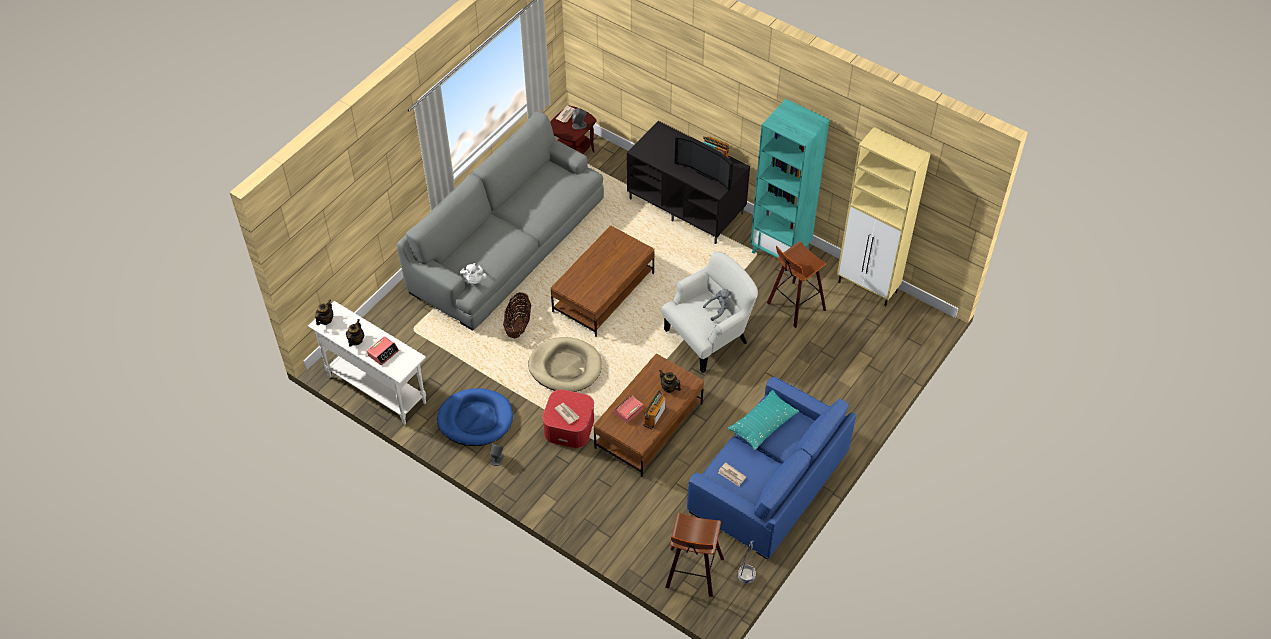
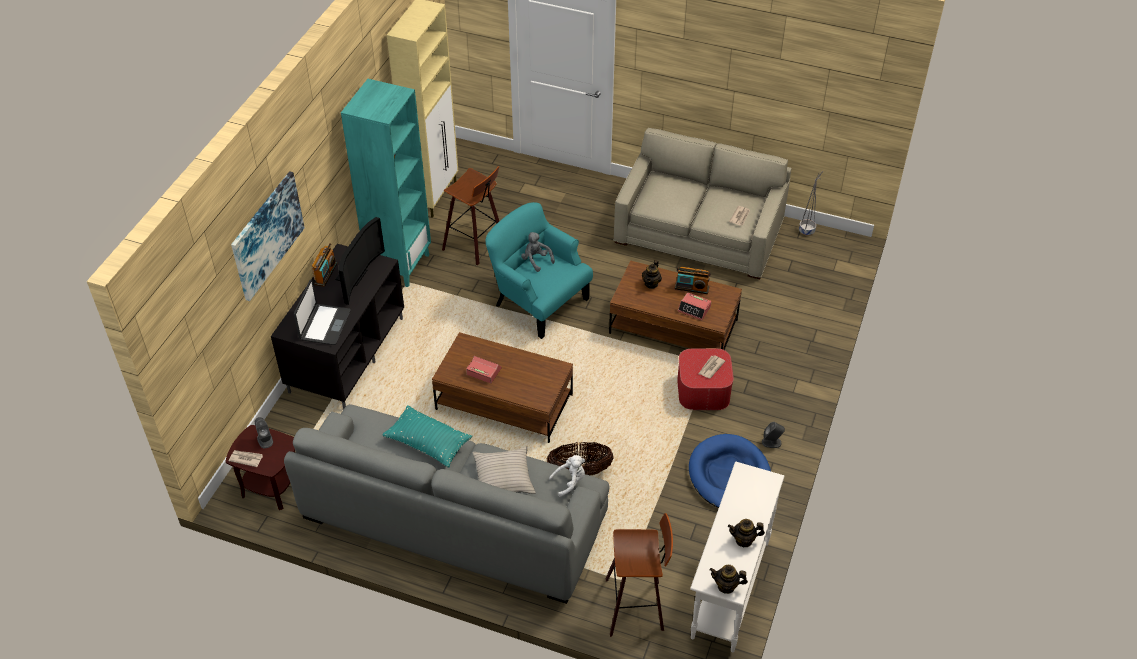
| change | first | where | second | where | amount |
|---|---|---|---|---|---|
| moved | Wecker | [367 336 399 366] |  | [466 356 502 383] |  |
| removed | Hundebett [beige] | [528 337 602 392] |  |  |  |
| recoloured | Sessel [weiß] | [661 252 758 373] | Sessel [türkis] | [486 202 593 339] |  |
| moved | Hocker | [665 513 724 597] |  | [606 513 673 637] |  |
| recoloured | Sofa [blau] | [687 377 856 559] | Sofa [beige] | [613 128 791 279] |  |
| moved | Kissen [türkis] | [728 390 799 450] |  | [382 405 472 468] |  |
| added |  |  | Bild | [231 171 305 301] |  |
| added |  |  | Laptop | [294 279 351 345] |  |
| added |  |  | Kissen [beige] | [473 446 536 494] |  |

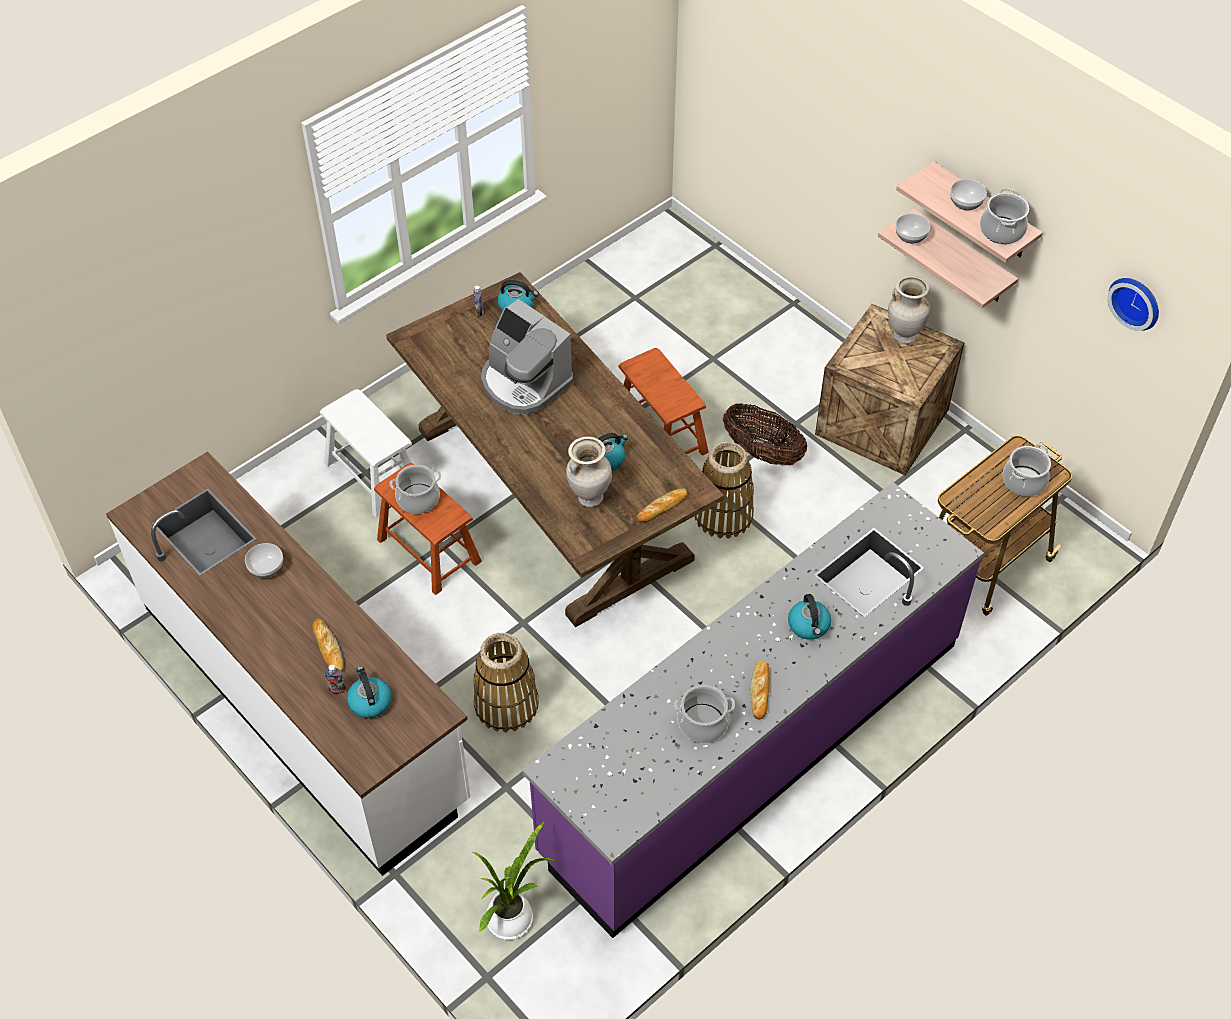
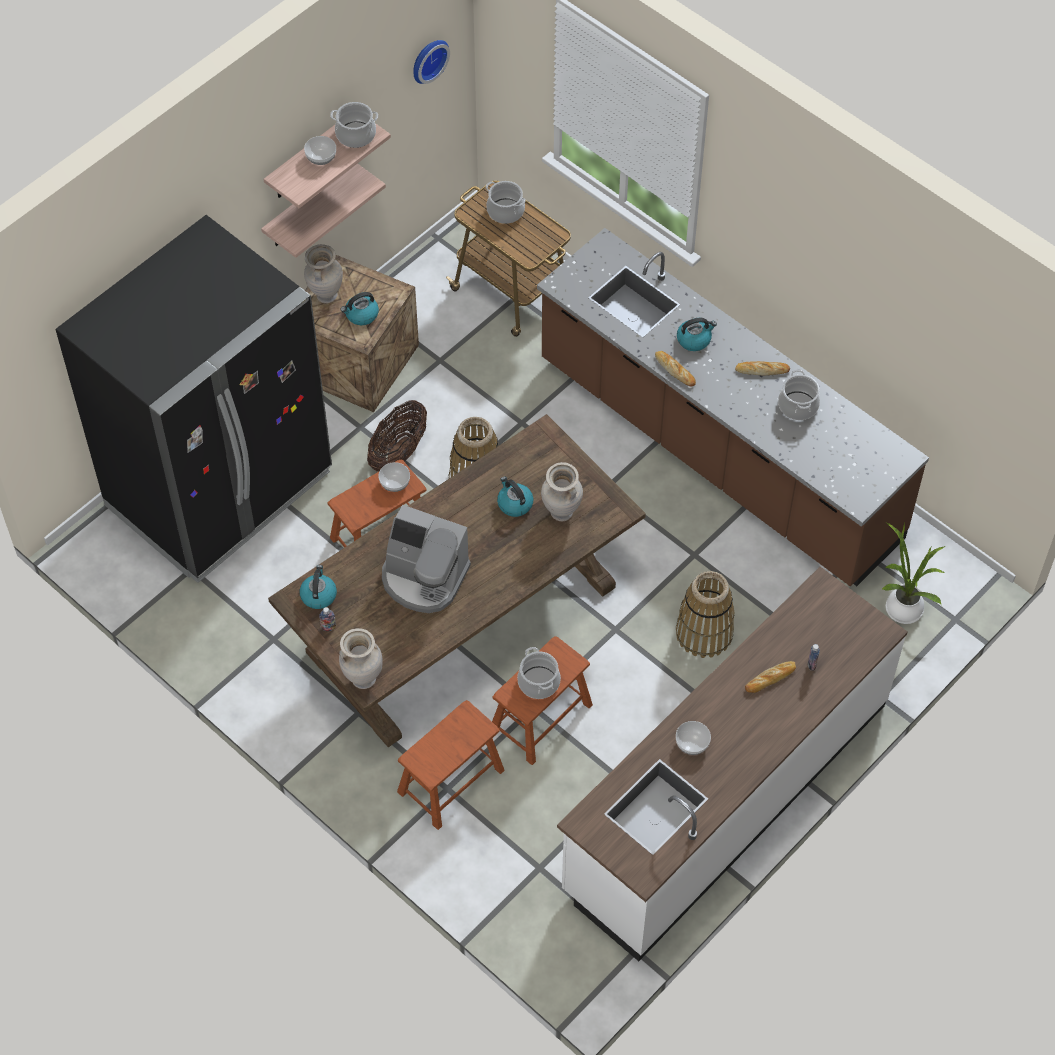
| change | first | where | second | where | amount |
|---|---|---|---|---|---|
| recoloured | Hocker [weiß] | [320 389 412 517] | Hocker [braun] | [397 700 504 830] |  |
| moved | Wasserkessel | [347 666 391 718] |  | [341 292 379 325] |  |
| turned | Kaffeemaschine | [481 299 573 415] |  | [382 505 471 613] | 75 degrees clockwise |
| recoloured | Küchenzeile [lila] | [522 482 984 938] | Küchenzeile [braun] | [537 228 929 586] |  |
| moved | Brot | [636 489 687 522] |  | [655 351 696 387] |  |
| moved | Schüssel | [895 214 930 244] |  | [378 462 410 492] |  |
| added |  |  | Kühlschrank [schwarz] | [55 215 332 583] |  |
| added |  |  | Vase [beige] | [339 628 383 689] |  |

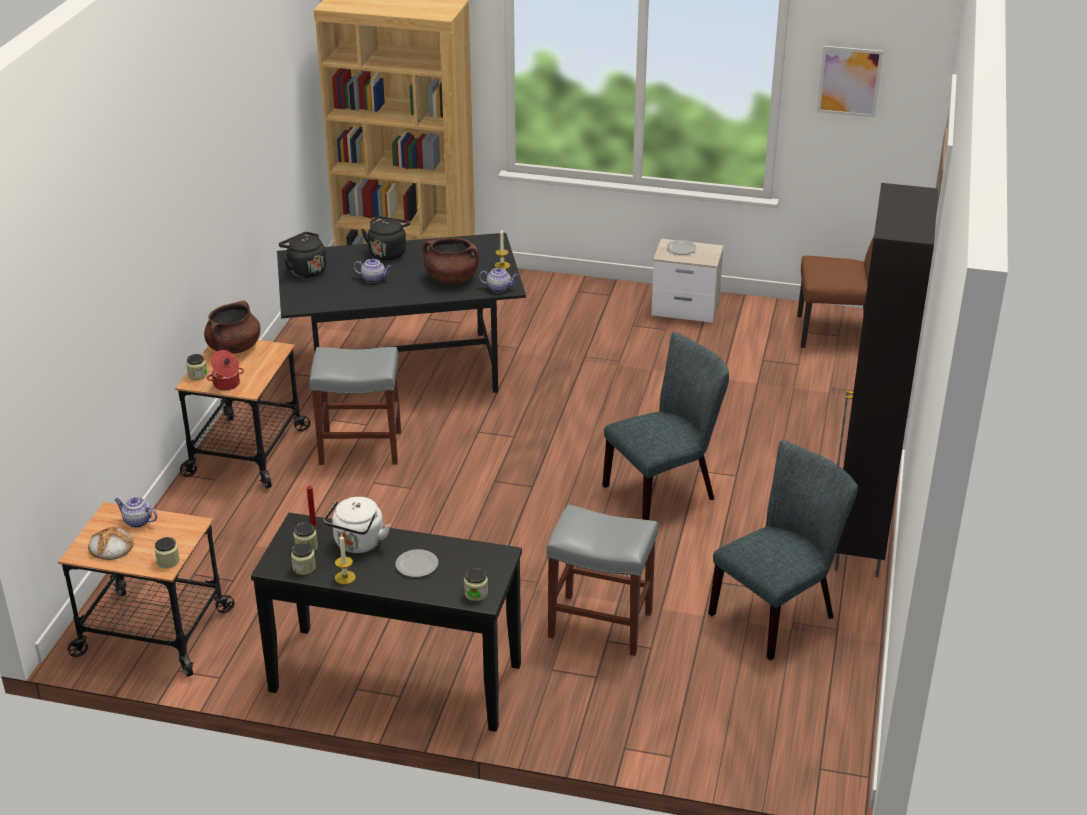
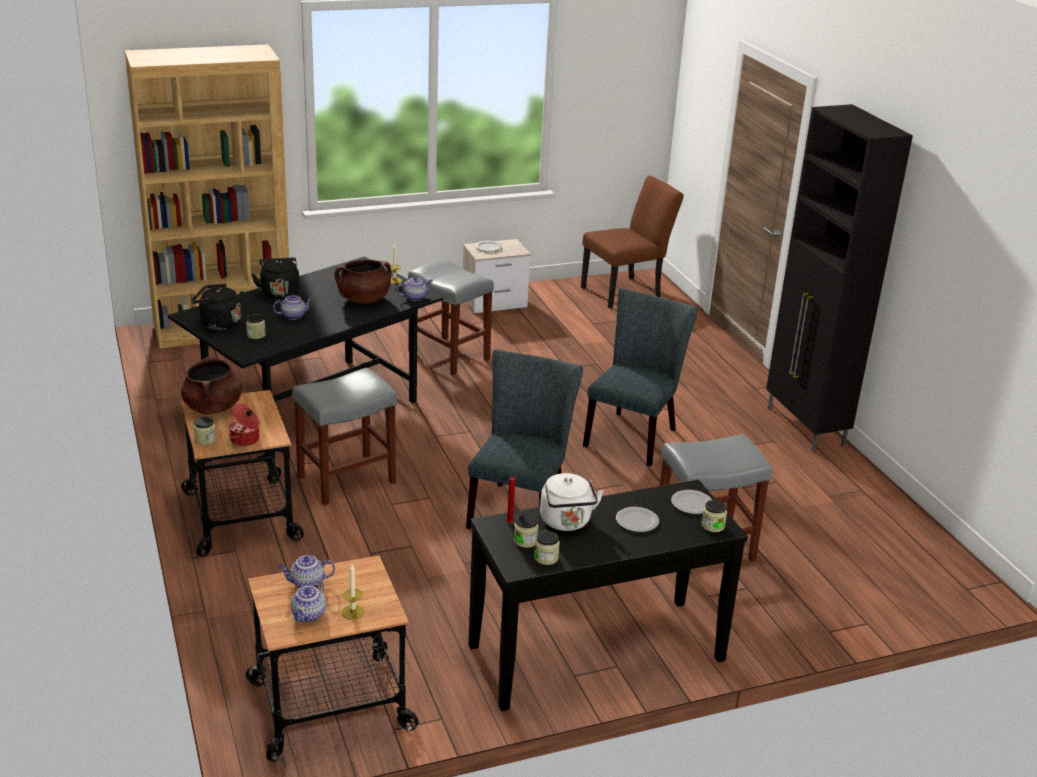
| change | first | where | second | where | amount |
|---|---|---|---|---|---|
| replaced | Brot | [88 527 133 560] | Teekanne | [291 580 326 622] |  |
| moved | Vorratsglas | [155 537 180 568] |  | [246 314 266 339] |  |
| moved | Kerze | [335 534 356 584] |  | [342 564 364 620] |  |
| moved | Stuhl [grau] | [708 440 858 661] |  | [466 349 583 529] |  |
| removed | Bild | [817 46 883 118] |  |  |  |
| added |  |  | Hocker [grau] | [408 259 494 375] |  |
| added |  |  | Teller | [671 490 712 514] |  |

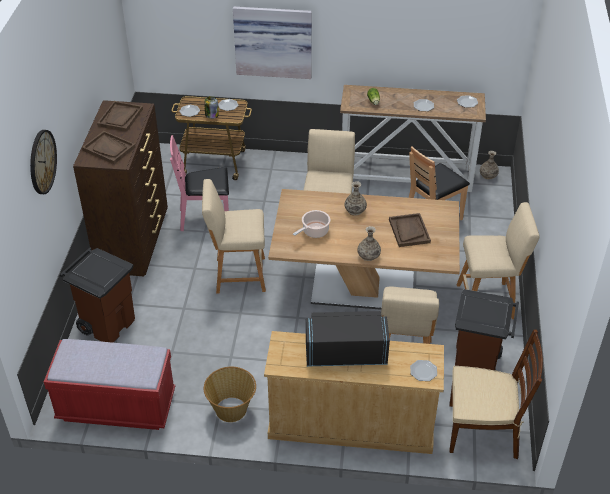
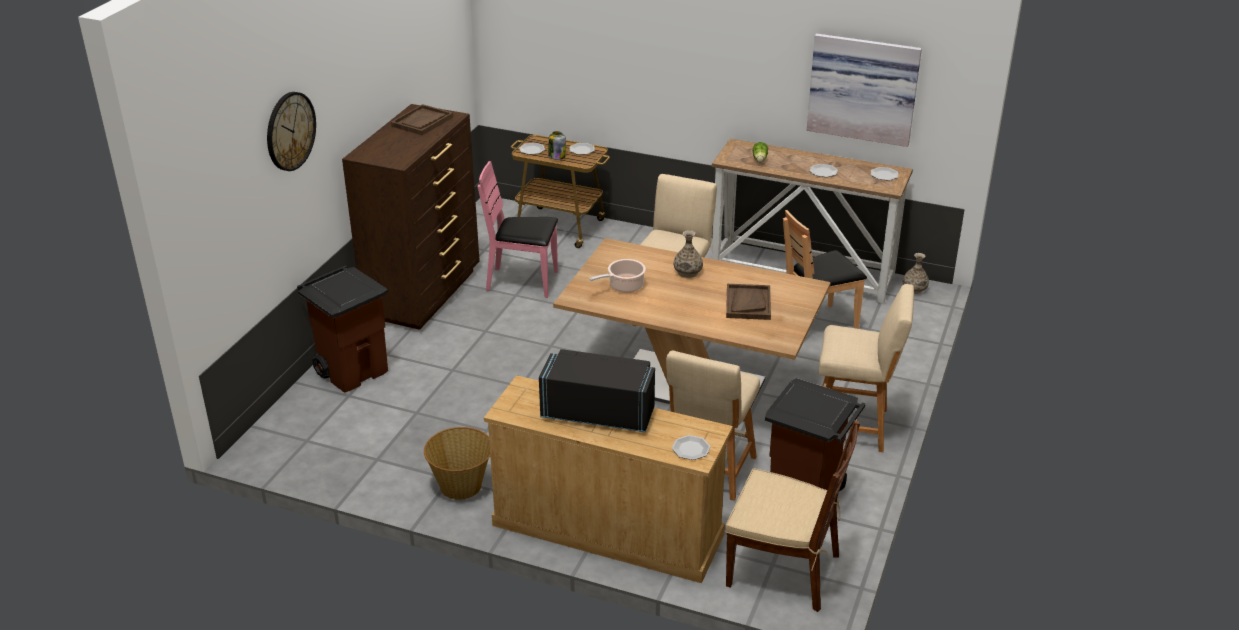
| change | first | where | second | where | amount |
|---|---|---|---|---|---|
| removed | Bank [rot] | [44 339 175 430] |  |  |  |
| removed | Tablett [braun] | [82 131 135 164] |  |  |  |
| removed | Hocker [beige] | [202 179 266 294] |  |  |  |
| moved | Bild | [233 7 312 79] |  | [807 34 922 147] |  |
| removed | Vase | [357 226 381 261] |  |  |  |

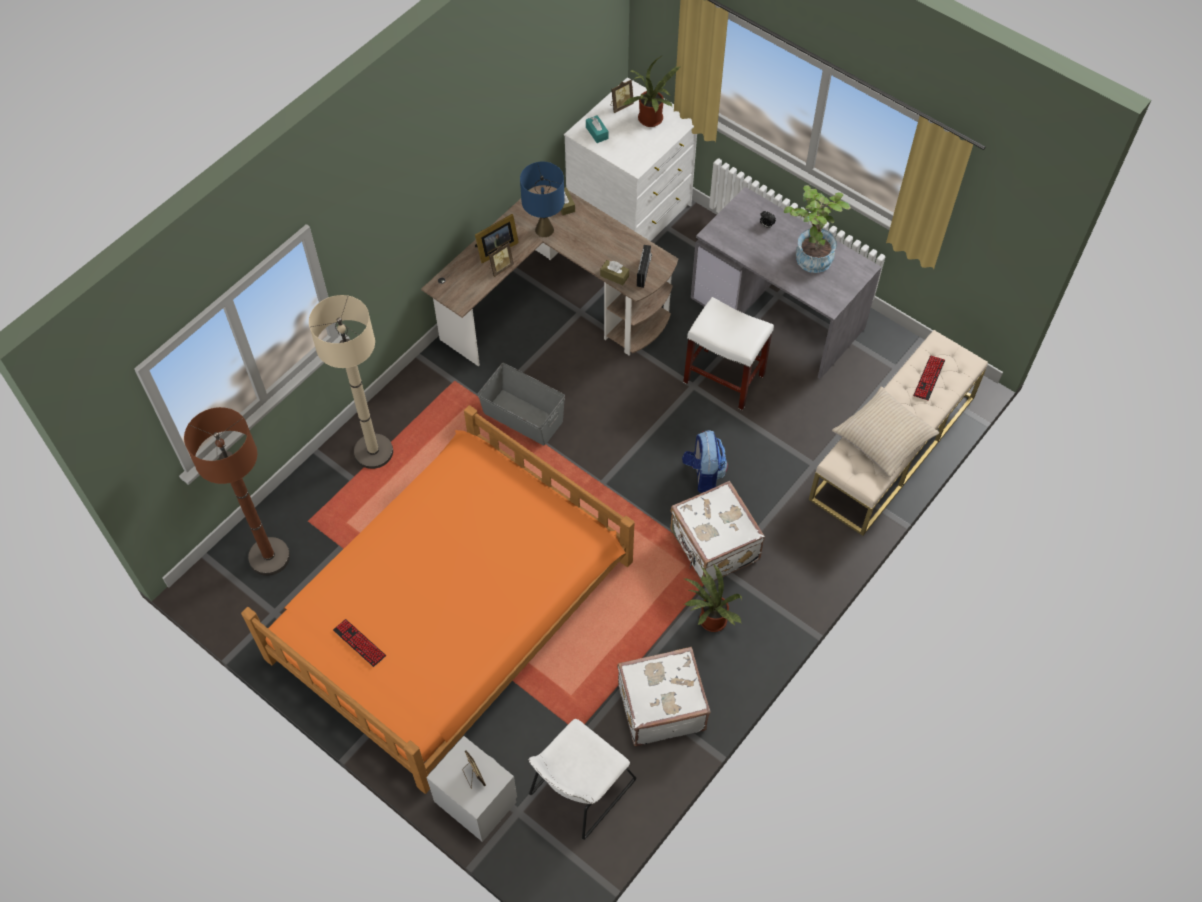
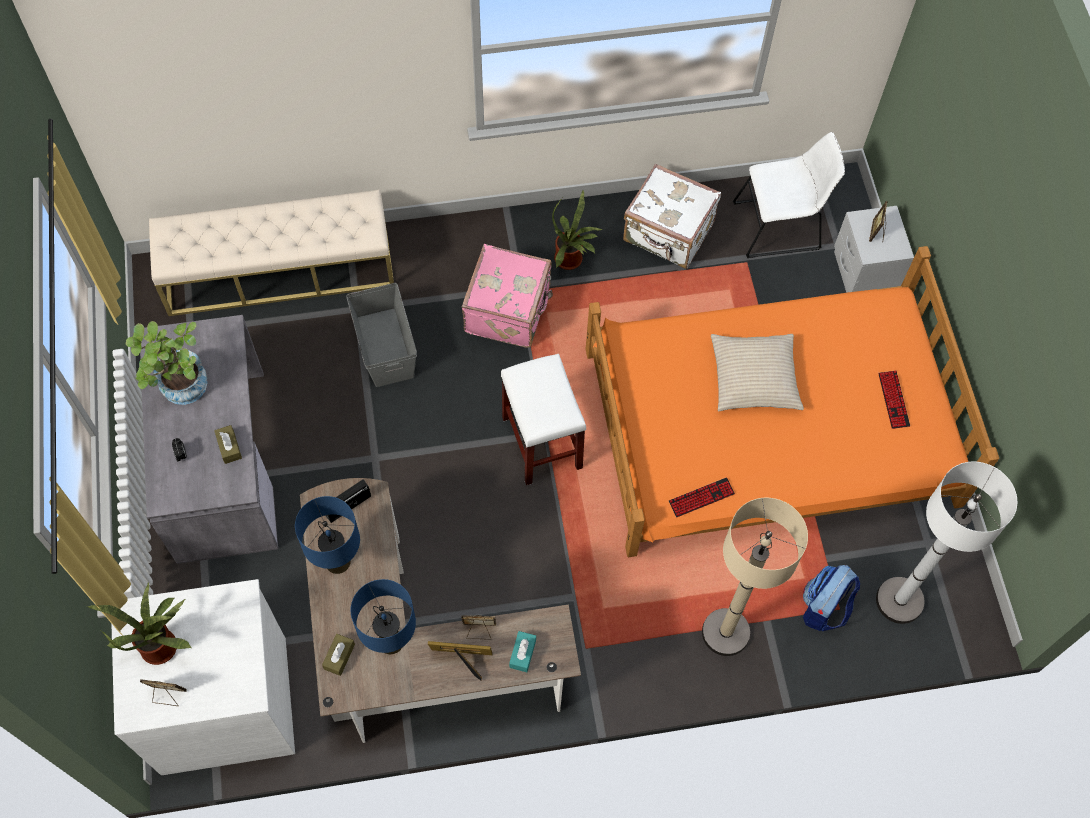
| change | first | where | second | where | amount |
|---|---|---|---|---|---|
| recoloured | Stehlampe [braun] | [184 407 290 576] | Stehlampe [weiß] | [876 462 1017 624] |  |
| moved | Aufbewahrungsbox [grau] | [478 363 565 446] |  | [346 283 417 387] |  |
| moved | Taschentuchbox [türkis] | [586 115 609 143] |  | [509 631 536 672] |  |
| moved | Taschentuchbox [braun] | [600 260 629 285] |  | [214 425 242 464] |  |
| recoloured | Koffer [weiß] | [670 481 765 582] | Koffer [rosa] | [462 244 553 348] |  |
| moved | Rucksack | [682 430 728 493] |  | [803 565 860 631] |  |
| moved | Hocker [weiß] | [683 297 774 410] |  | [501 354 586 485] |  |
| moved | Kissen [beige] | [832 386 939 477] |  | [711 334 804 411] |  |
| moved | Tastatur | [913 355 945 400] |  | [669 477 735 517] |  |
| added |  |  | Tischlampe [blau] | [295 496 360 574] |  |

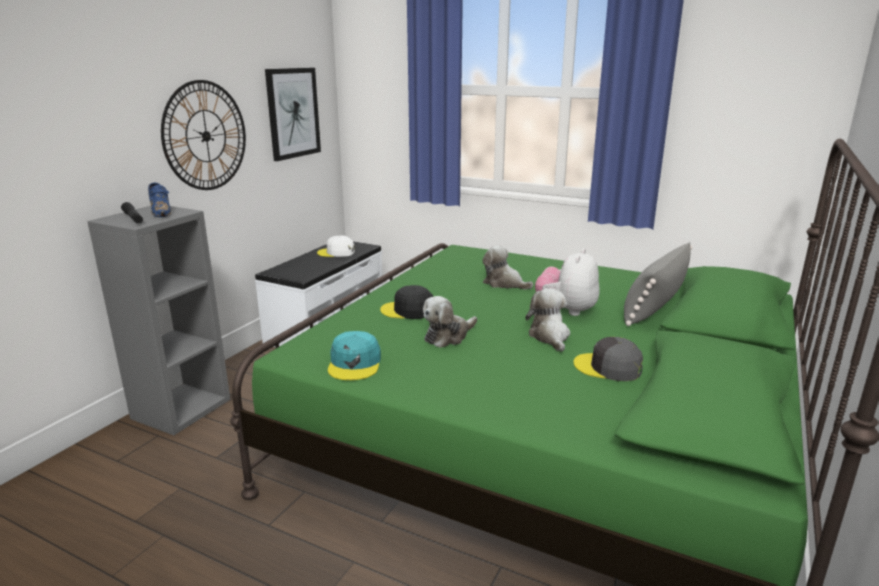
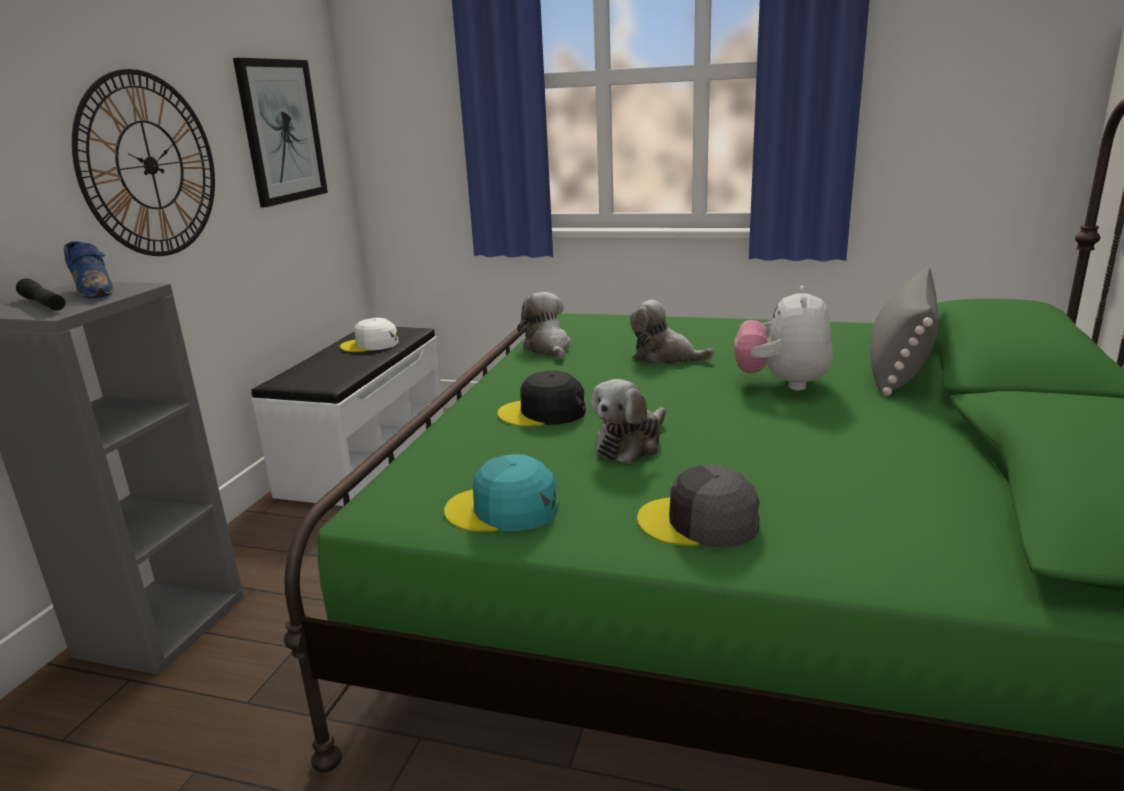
| change | first | where | second | where | amount |
|---|---|---|---|---|---|
| turned | Kappe [türkis] | [328 331 381 380] |  | [444 454 558 532] | 105 degrees clockwise |
| moved | Plüschtier | [525 289 570 352] |  | [517 292 572 359] |  |
| moved | Kappe [grau] | [573 337 643 381] |  | [637 465 760 548] |  |

